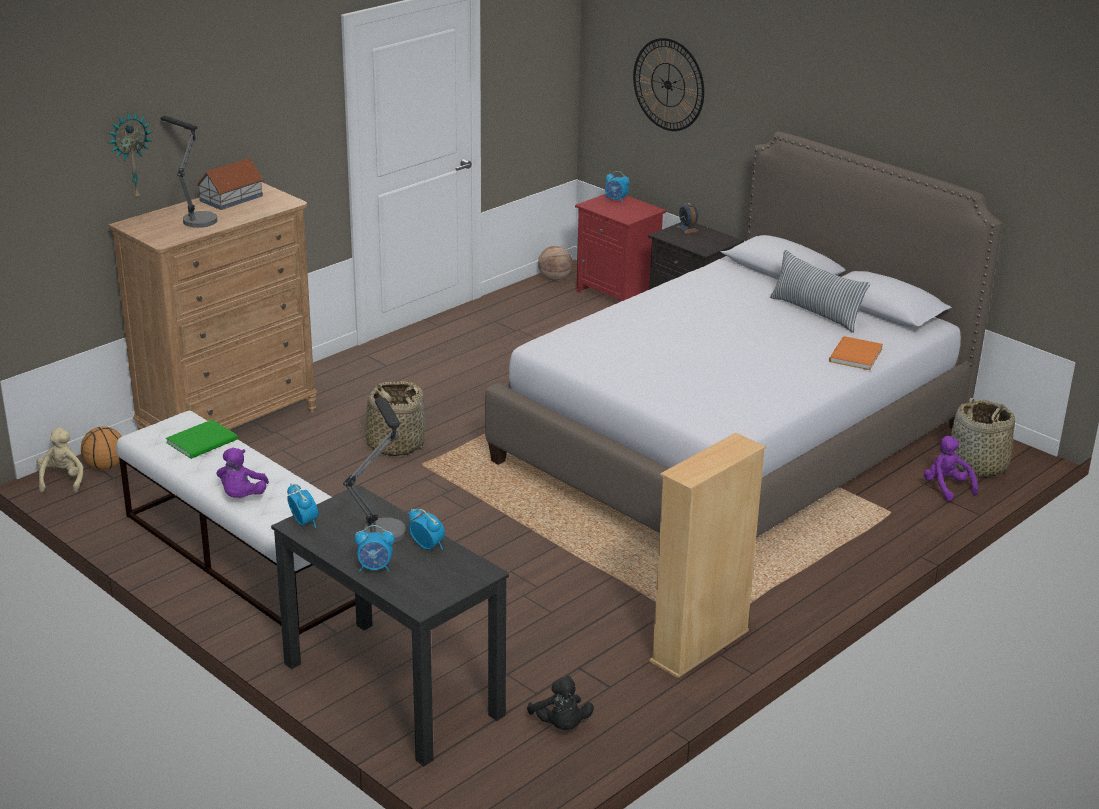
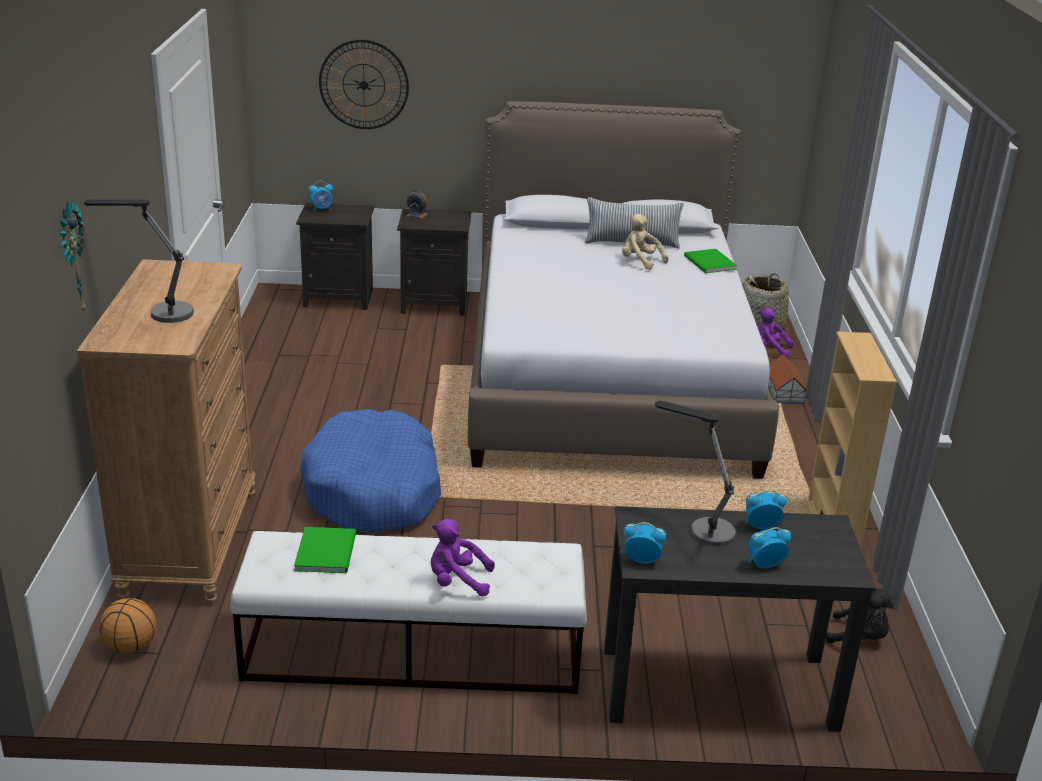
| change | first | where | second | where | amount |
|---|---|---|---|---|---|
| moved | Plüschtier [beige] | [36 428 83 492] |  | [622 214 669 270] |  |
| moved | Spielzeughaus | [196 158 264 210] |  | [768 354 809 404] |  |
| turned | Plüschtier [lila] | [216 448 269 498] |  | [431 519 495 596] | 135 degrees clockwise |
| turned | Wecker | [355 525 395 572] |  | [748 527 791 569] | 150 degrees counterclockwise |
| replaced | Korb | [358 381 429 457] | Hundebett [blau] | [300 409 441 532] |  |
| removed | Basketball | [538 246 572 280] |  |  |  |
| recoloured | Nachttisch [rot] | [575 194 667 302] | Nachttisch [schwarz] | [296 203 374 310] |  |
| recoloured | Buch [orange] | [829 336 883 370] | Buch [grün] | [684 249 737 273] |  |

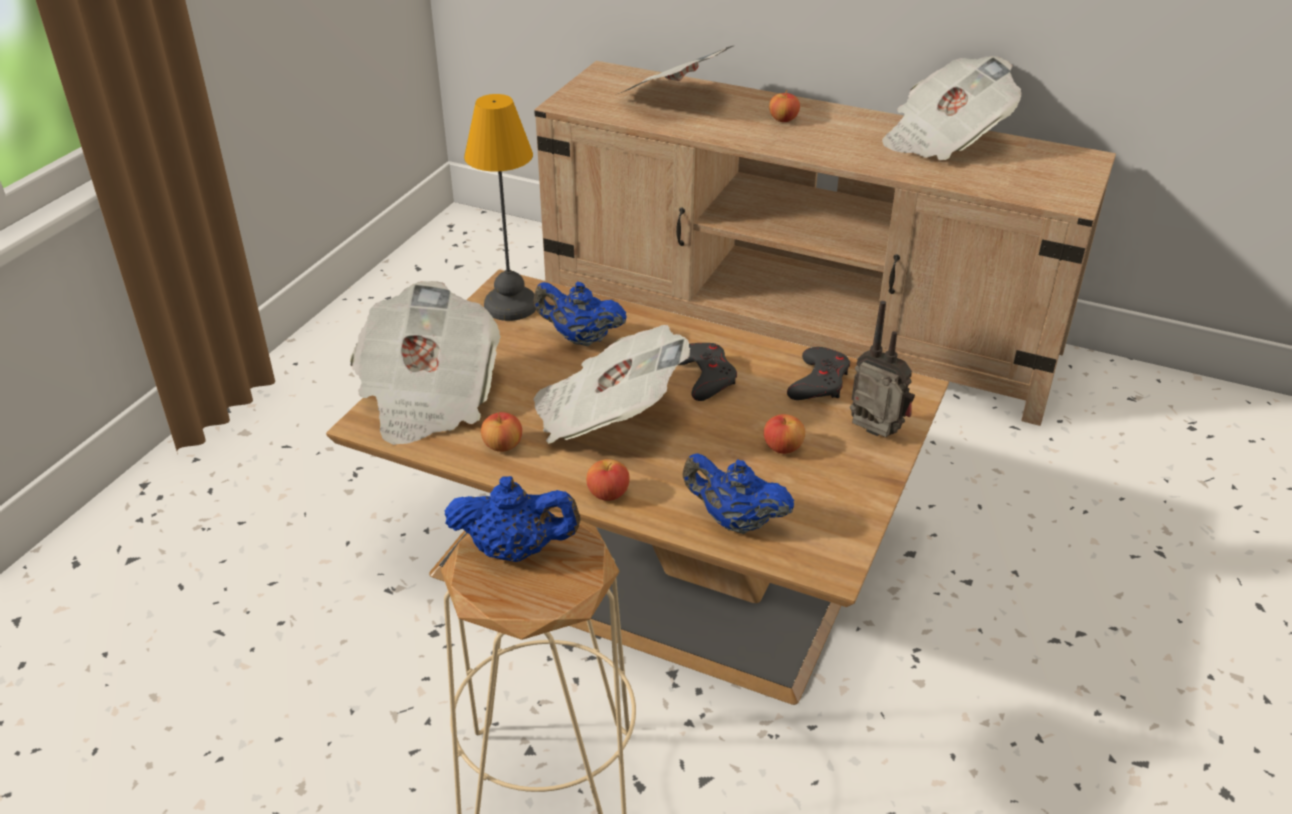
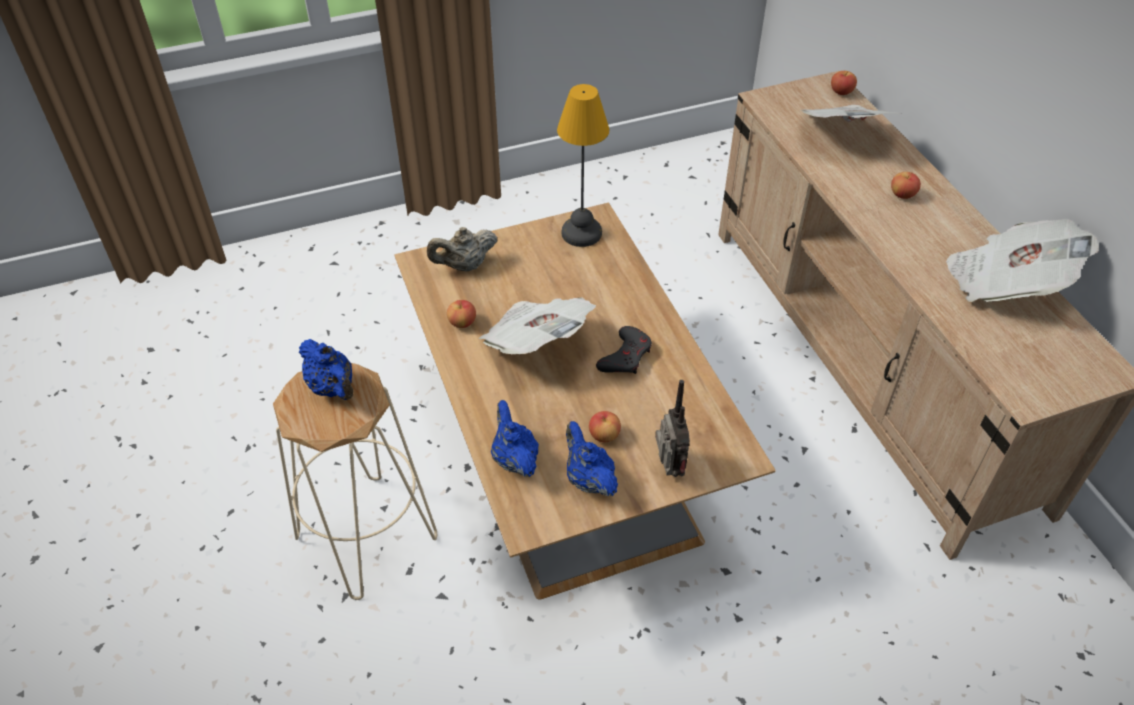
| change | first | where | second | where | amount |
|---|---|---|---|---|---|
| replaced | Zeitung | [350 281 501 445] | Teekanne [beige] | [427 227 497 271] |  |
| moved | Teekanne [blau] | [534 282 627 346] |  | [566 421 618 496] |  |
| moved | Apfel | [586 459 630 501] |  | [831 71 857 95] |  |
| removed | Gamepad [grau] | [787 347 850 400] |  |  |  |

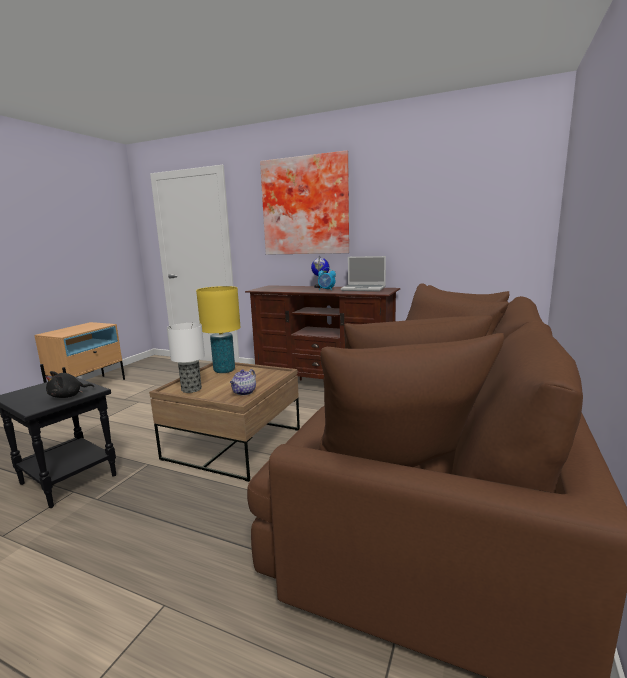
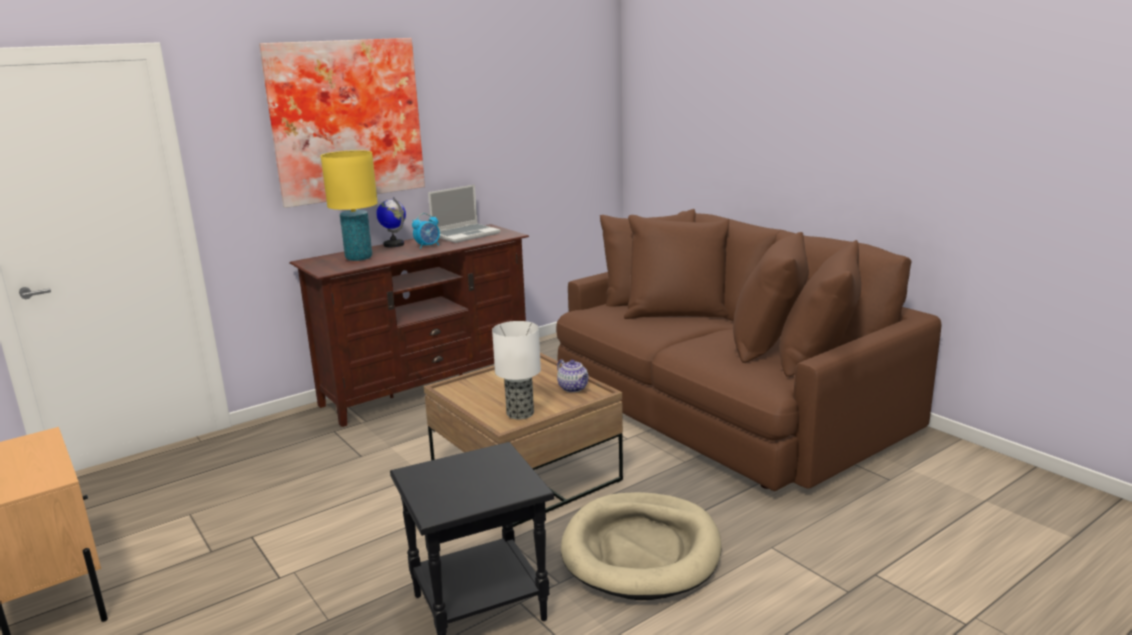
| change | first | where | second | where | amount |
|---|---|---|---|---|---|
| removed | Plüschtier [schwarz] | [45 371 94 398] |  |  |  |
| moved | Tischlampe [gelb] | [196 286 240 373] |  | [321 150 378 261] |  |
| added |  |  | Hundebett [beige] | [561 492 722 600] |  |

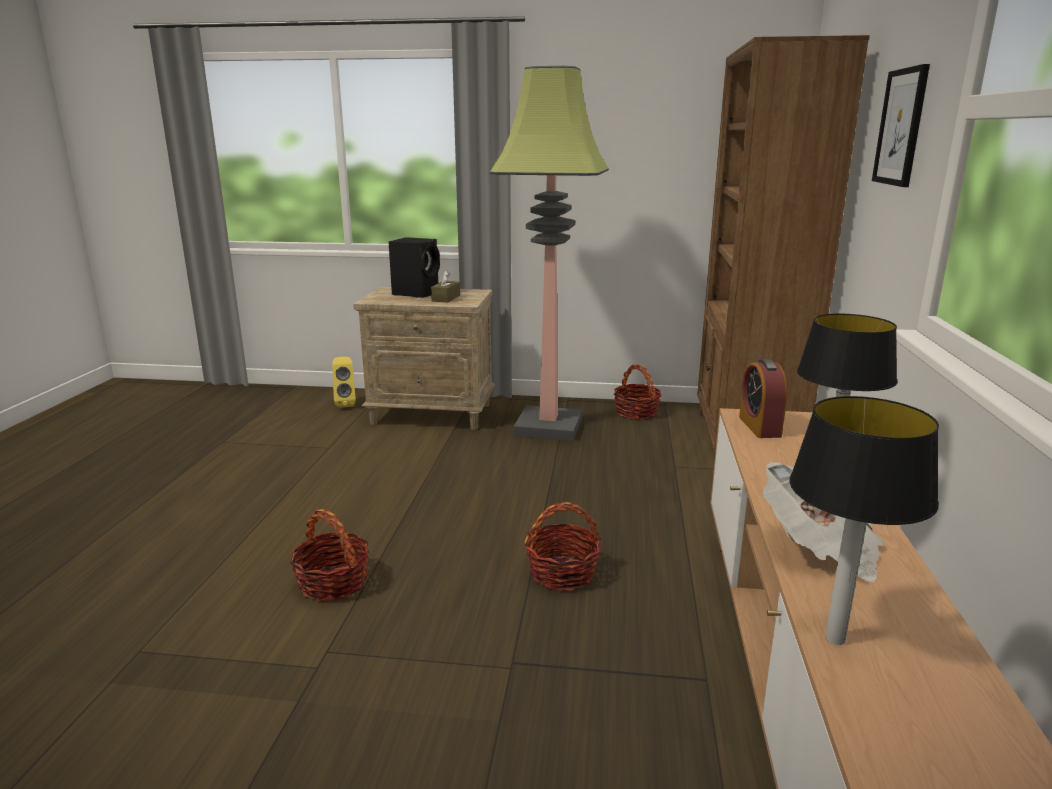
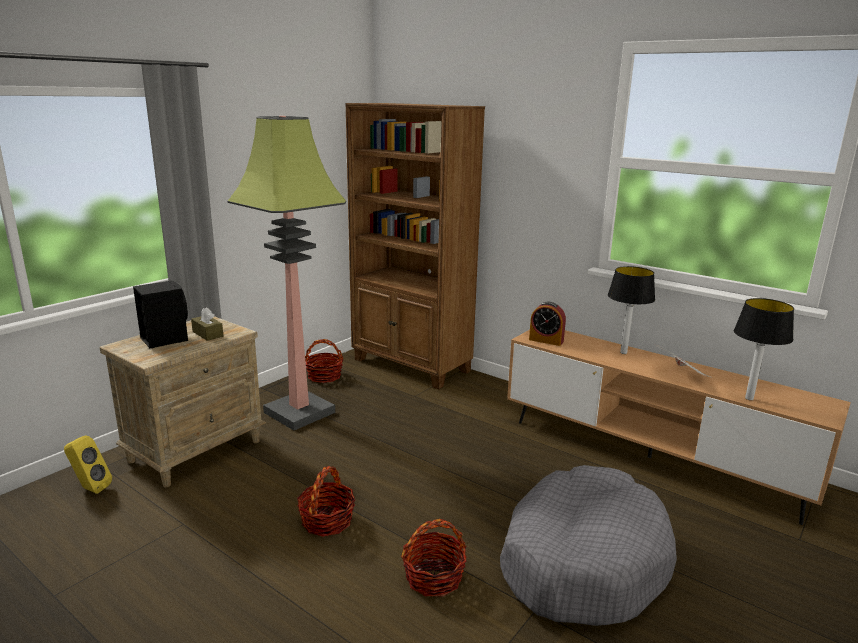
| change | first | where | second | where | amount |
|---|---|---|---|---|---|
| moved | Korb | [524 502 601 591] |  | [297 466 355 537] |  |
| removed | Bild | [872 64 930 187] |  |  |  |
| added |  |  | Hundebett [grau] | [500 465 677 626] |  |

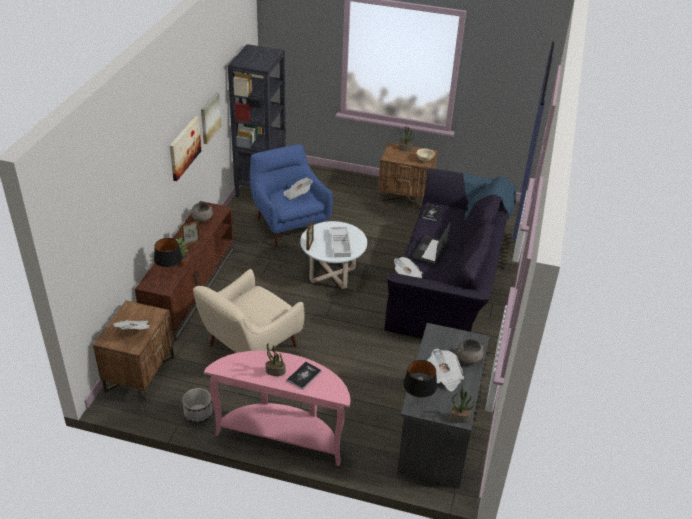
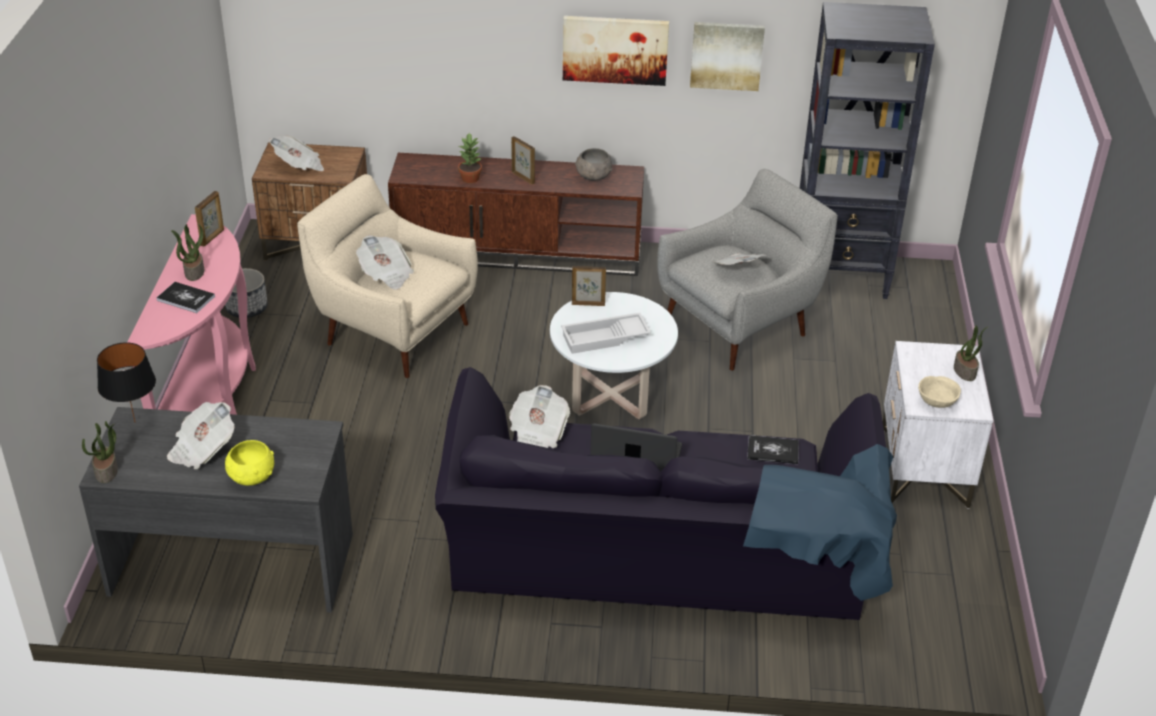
| change | first | where | second | where | amount |
|---|---|---|---|---|---|
| removed | Tischlampe [schwarz] | [154 238 183 278] |  |  |  |
| recoloured | Sessel [blau] | [250 144 333 247] | Sessel [grau] | [657 169 838 371] |  |
| recoloured | Nachttisch [braun] | [378 142 438 208] | Nachttisch [weiß] | [883 341 993 509] |  |
| recoloured | Schüssel [grau] | [457 339 483 364] | Schüssel [gelb] | [225 440 274 486] |  |
| added |  |  | Bilderrahmen | [195 191 224 247] |  |
| added |  |  | Zeitung | [356 235 414 290] |  |

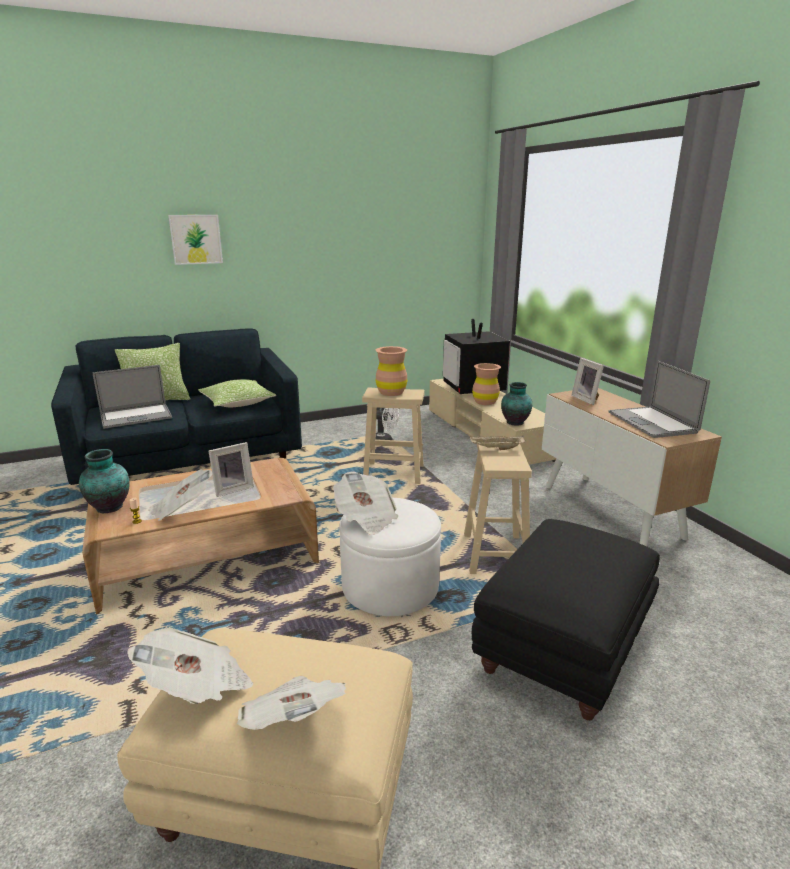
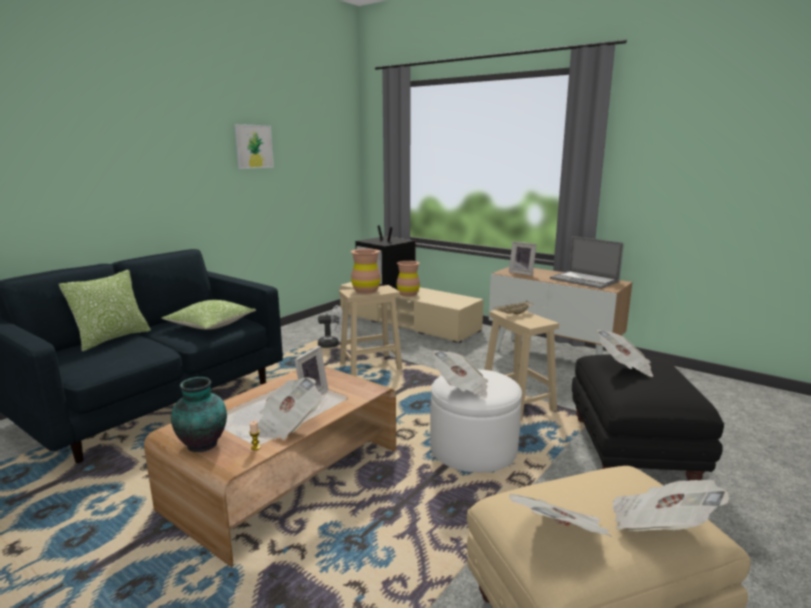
| change | first | where | second | where | amount |
|---|---|---|---|---|---|
| removed | Laptop | [93 365 172 429] |  |  |  |
| moved | Bild | [168 215 223 265] |  | [235 124 274 169] |  |
| removed | Vase | [501 382 532 426] |  |  |  |
| added |  |  | Zeitung | [597 330 653 377] |  |

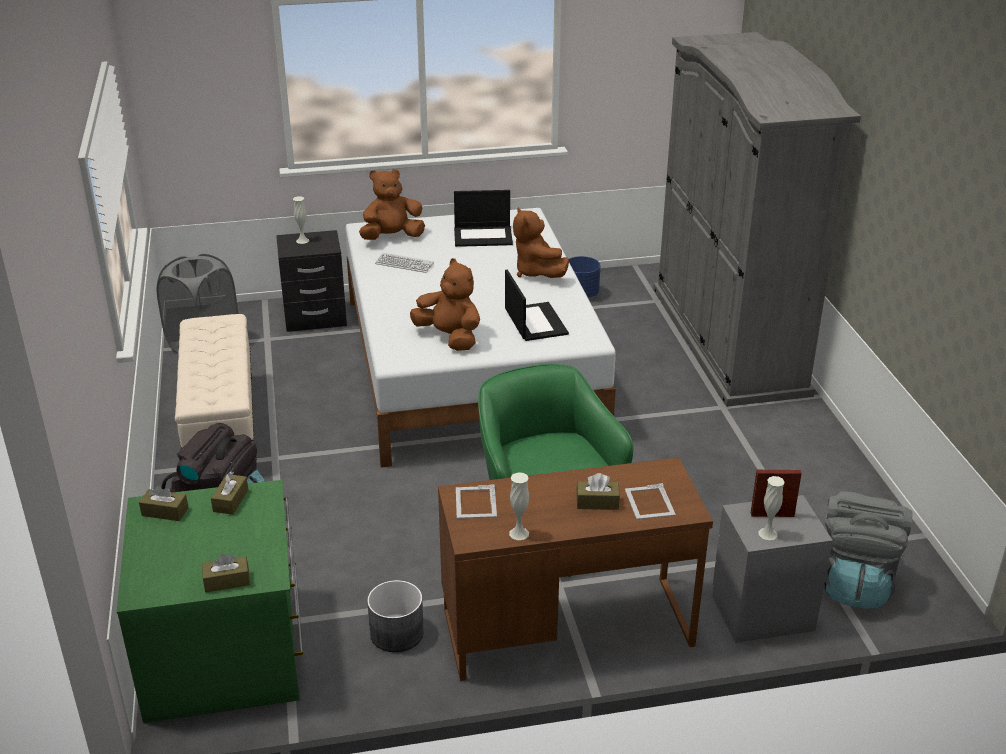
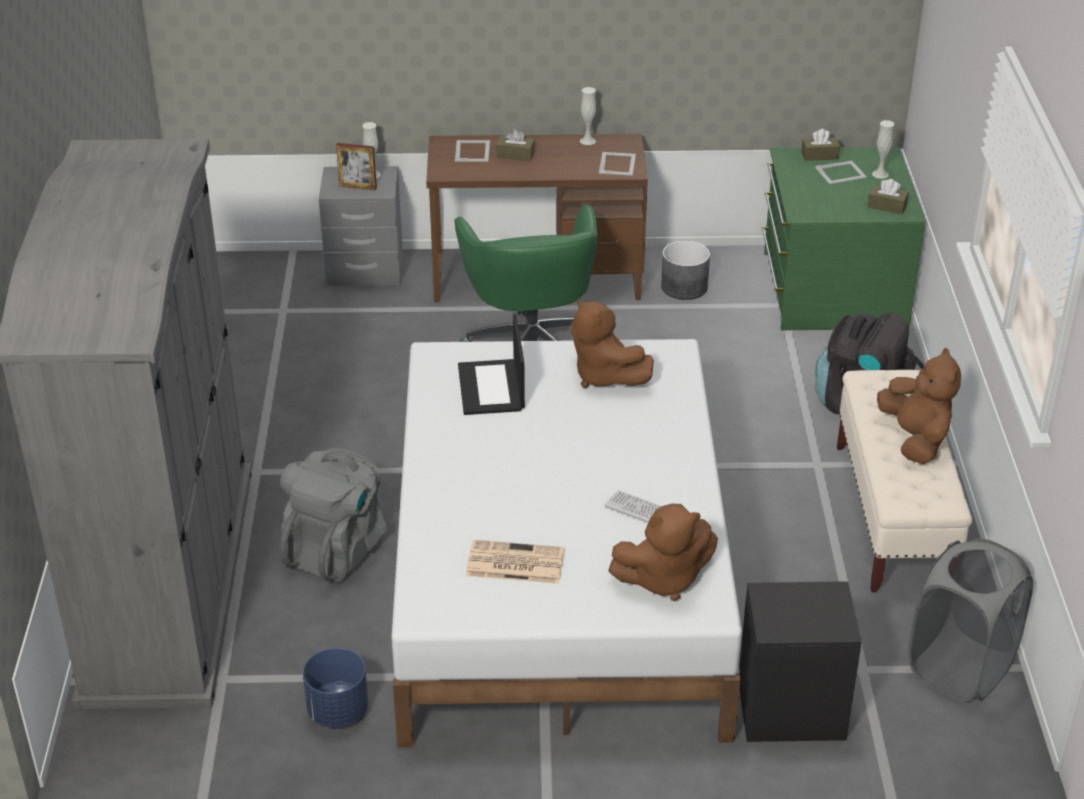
| change | first | where | second | where | amount |
|---|---|---|---|---|---|
| removed | Taschentuchbox [braun] | [211 471 248 515] |  |  |  |
| moved | Vase [weiß] | [293 196 309 244] |  | [872 120 894 179] |  |
| replaced | Laptop | [454 190 513 247] | Zeitung | [466 540 564 584] |  |
| moved | Plüschtier [braun] | [513 207 569 278] |  | [877 348 961 464] |  |
| moved | Rucksack [grau] | [824 491 913 609] |  | [280 448 387 582] |  |
| added |  |  | Bilderrahmen | [815 161 867 184] |  |

